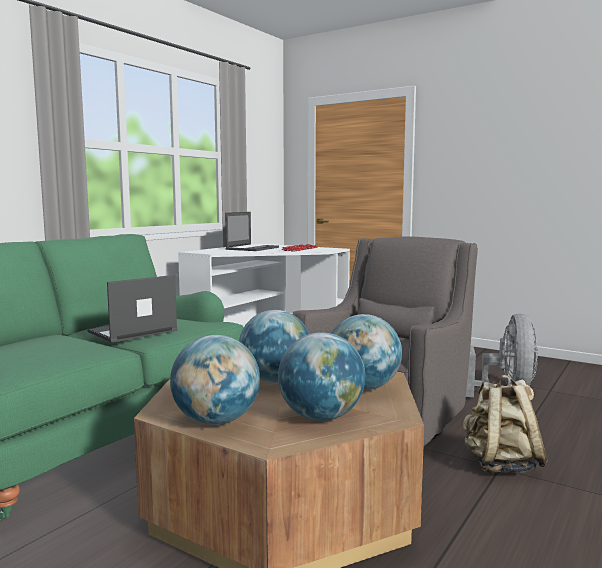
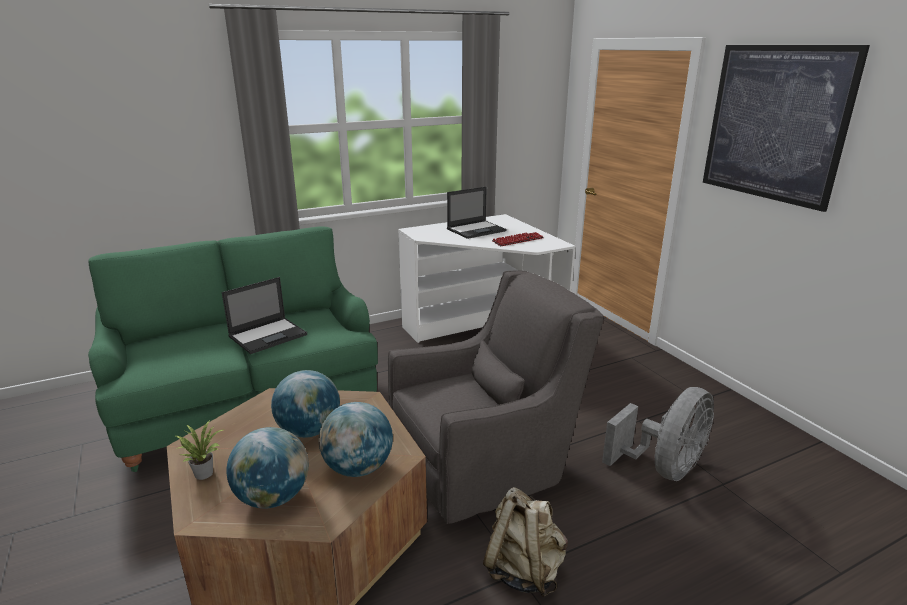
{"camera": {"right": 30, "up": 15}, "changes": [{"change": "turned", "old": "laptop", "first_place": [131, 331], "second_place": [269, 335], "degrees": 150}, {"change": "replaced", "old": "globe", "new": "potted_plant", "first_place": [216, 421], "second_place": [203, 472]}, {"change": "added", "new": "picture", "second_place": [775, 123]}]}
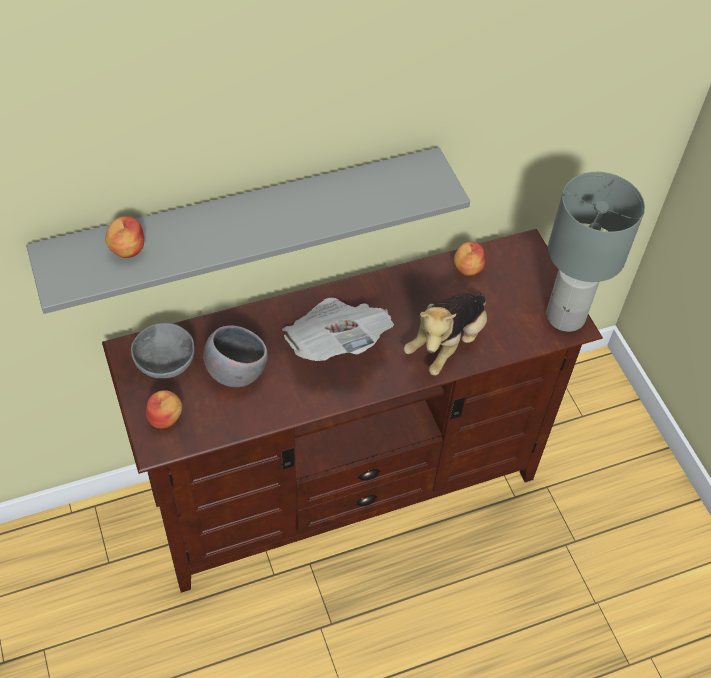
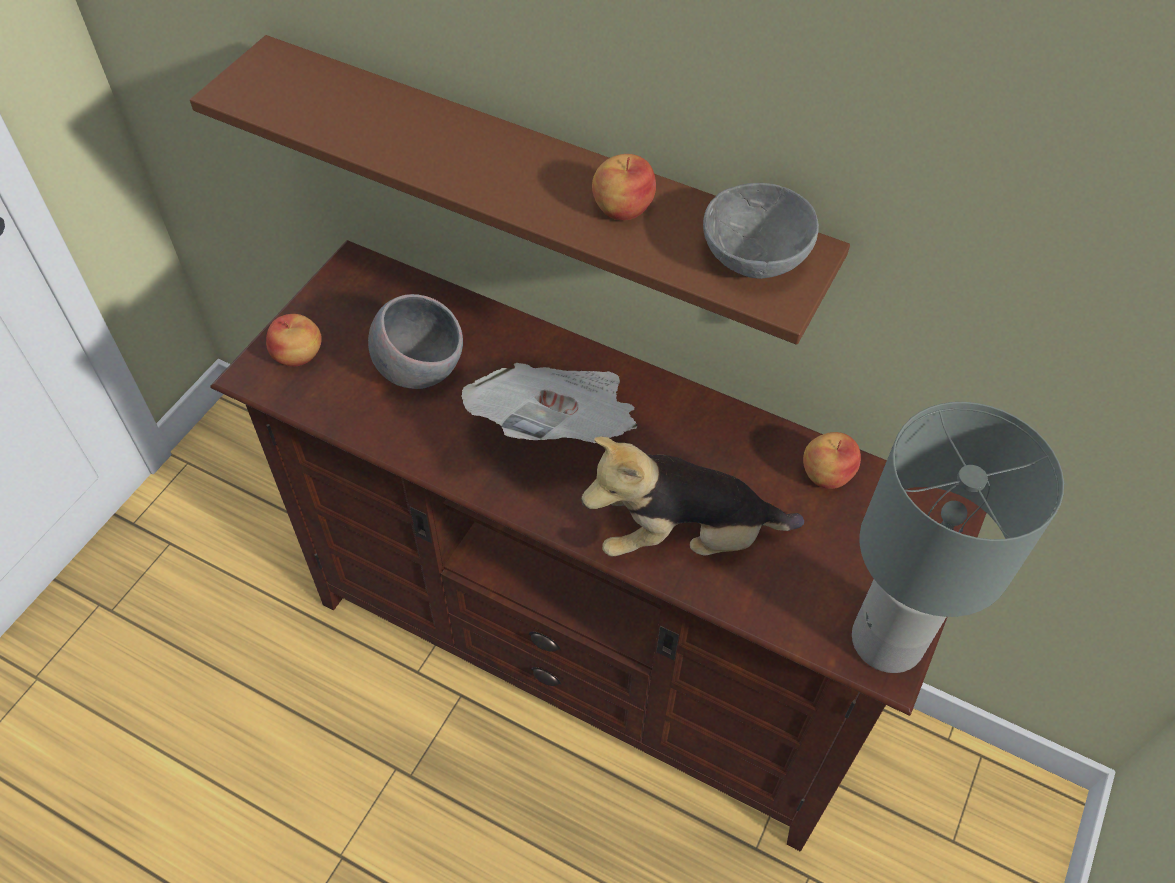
{"camera": {"right": 50, "up": 0}, "changes": [{"change": "recoloured", "old": "grey_shelf", "new": "brown_shelf", "first_place": [244, 223], "second_place": [536, 185]}, {"change": "moved", "old": "apple", "first_place": [127, 249], "second_place": [622, 208]}, {"change": "moved", "old": "grey_bowl", "first_place": [165, 363], "second_place": [753, 257]}]}
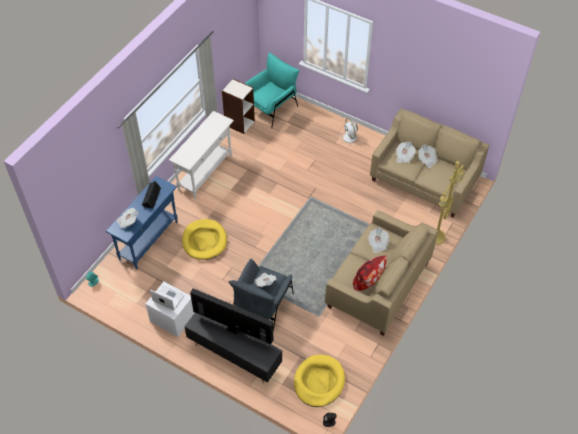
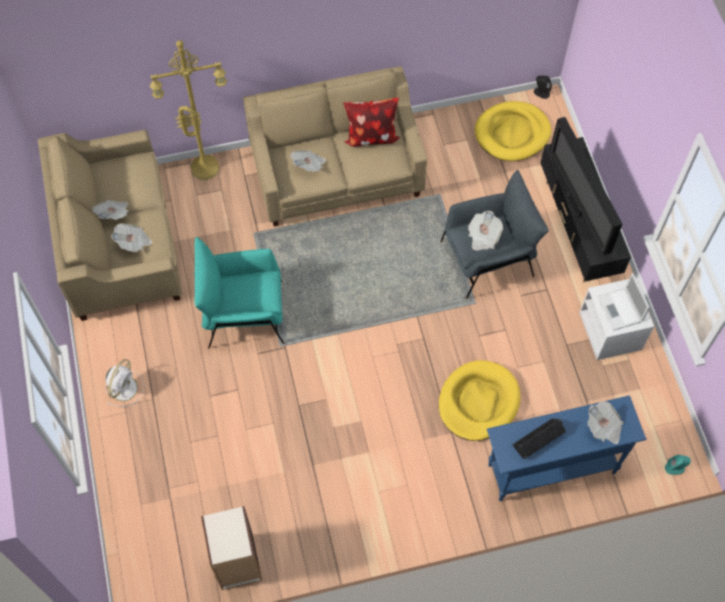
{"camera": {"right": -135, "up": 10}, "changes": [{"change": "moved", "old": "turquoise_armchair", "first_place": [271, 108], "second_place": [244, 314]}, {"change": "removed", "old": "white_console_table", "first_place": [205, 173]}]}
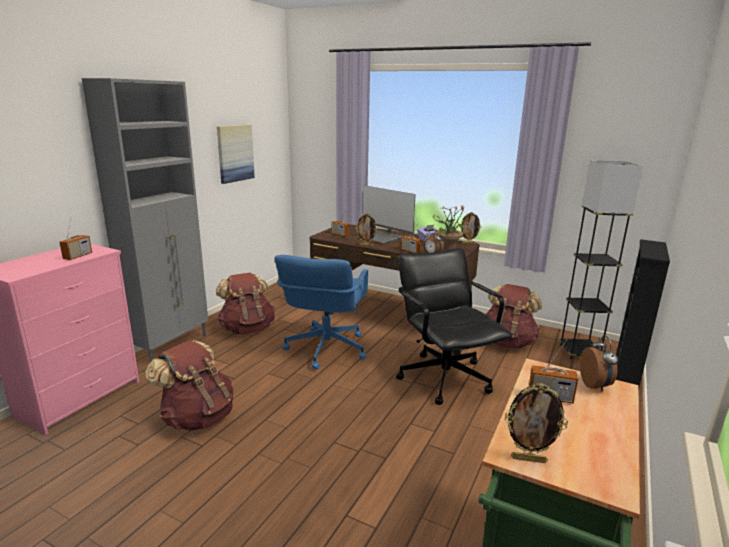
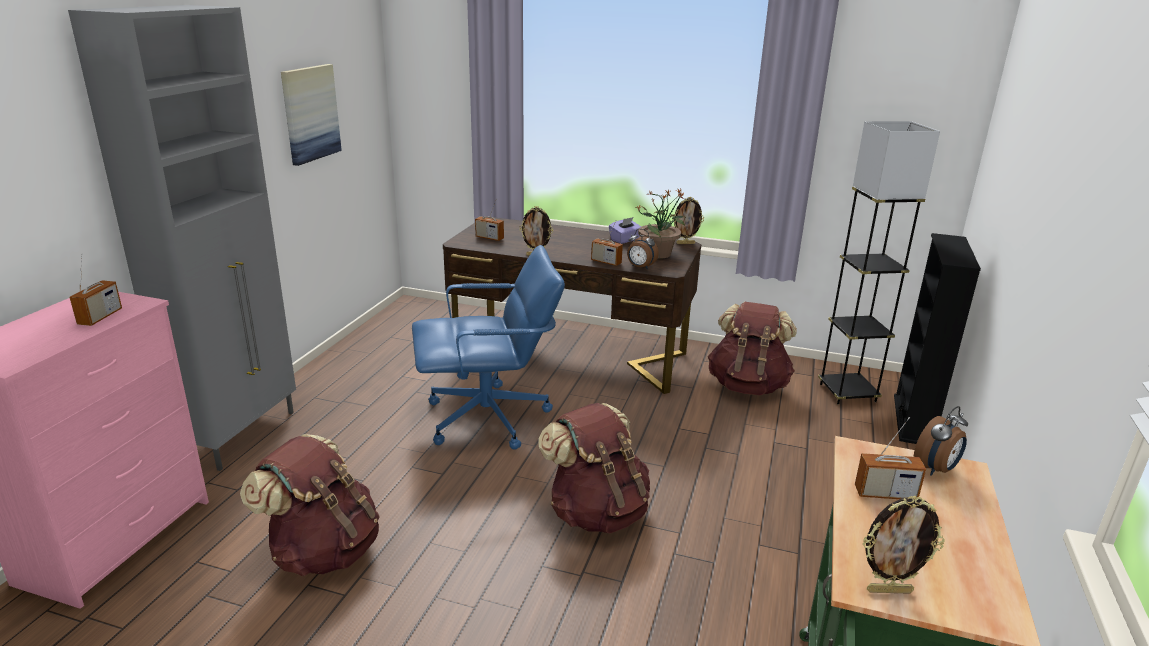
{"camera": {"right": -10, "up": 5}, "changes": [{"change": "removed", "old": "monitor", "first_place": [381, 237]}, {"change": "removed", "old": "black_office_chair", "first_place": [444, 377]}, {"change": "turned", "old": "blue_office_chair", "first_place": [325, 349], "second_place": [489, 419], "degrees": -105}, {"change": "moved", "old": "brown_backpack", "first_place": [247, 329], "second_place": [596, 512]}, {"change": "turned", "old": "alarm_clock", "first_place": [595, 385], "second_place": [936, 469], "degrees": 60}]}
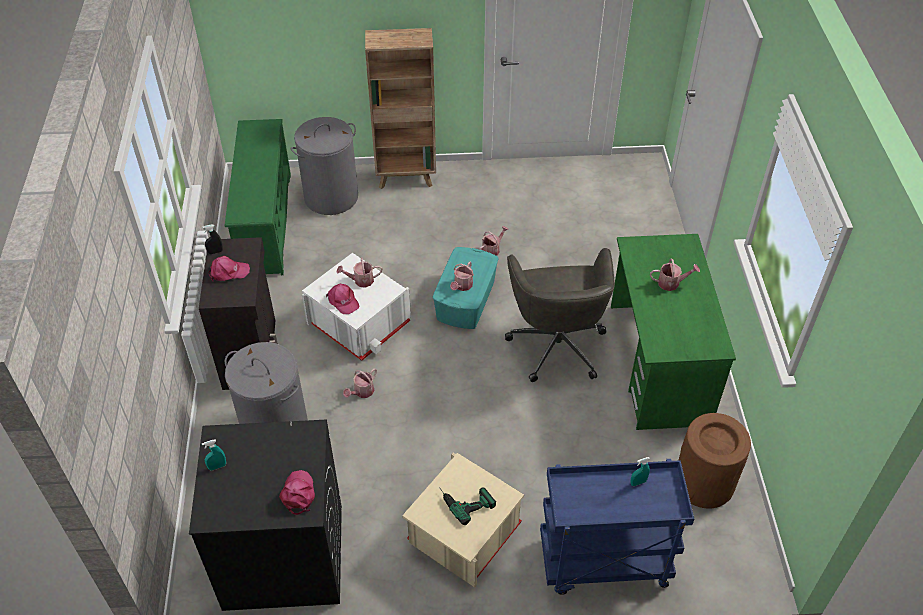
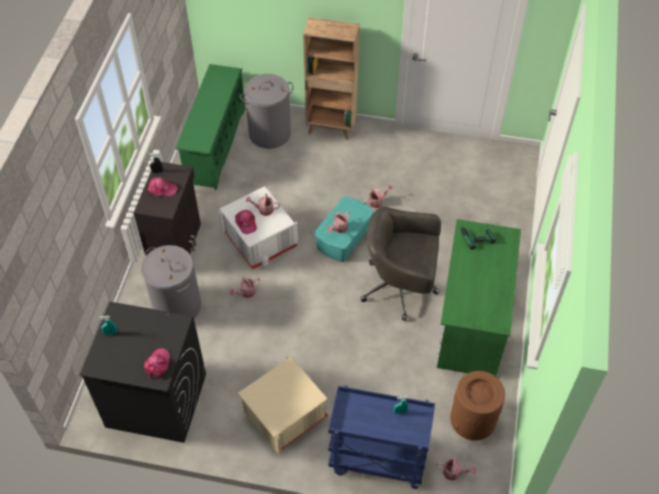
{"camera": {"right": 15, "up": 5}, "changes": [{"change": "turned", "old": "grey_office_chair", "first_place": [557, 343], "second_place": [400, 287], "degrees": 90}, {"change": "moved", "old": "watering_can", "first_place": [671, 283], "second_place": [454, 473]}, {"change": "moved", "old": "power_drill", "first_place": [465, 499], "second_place": [475, 234]}]}
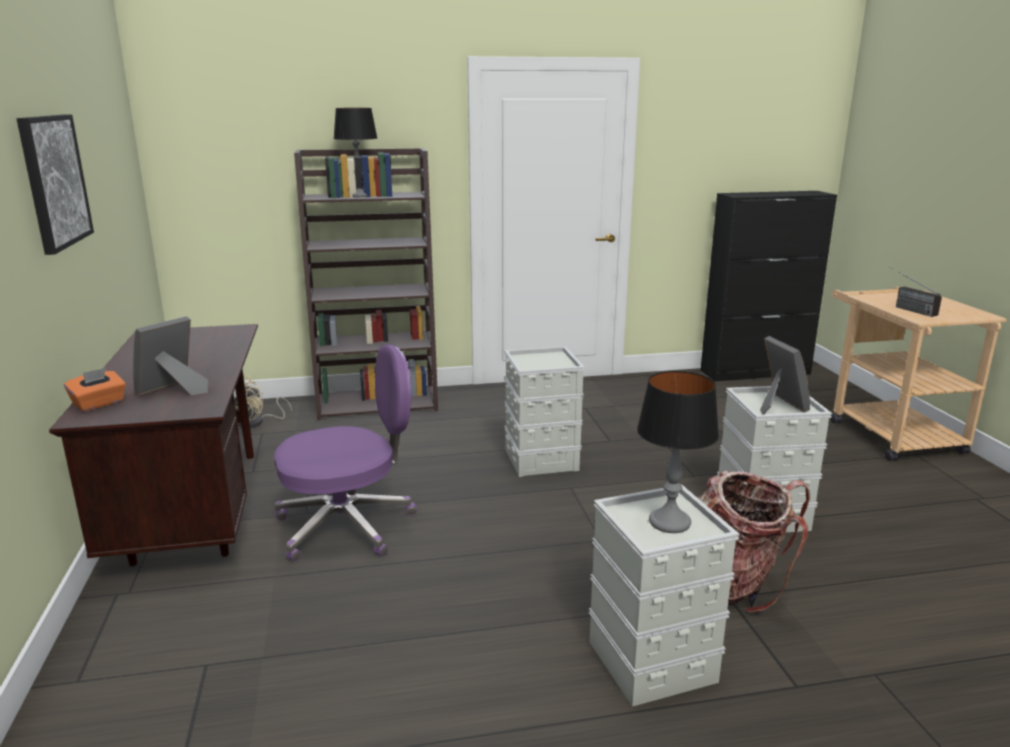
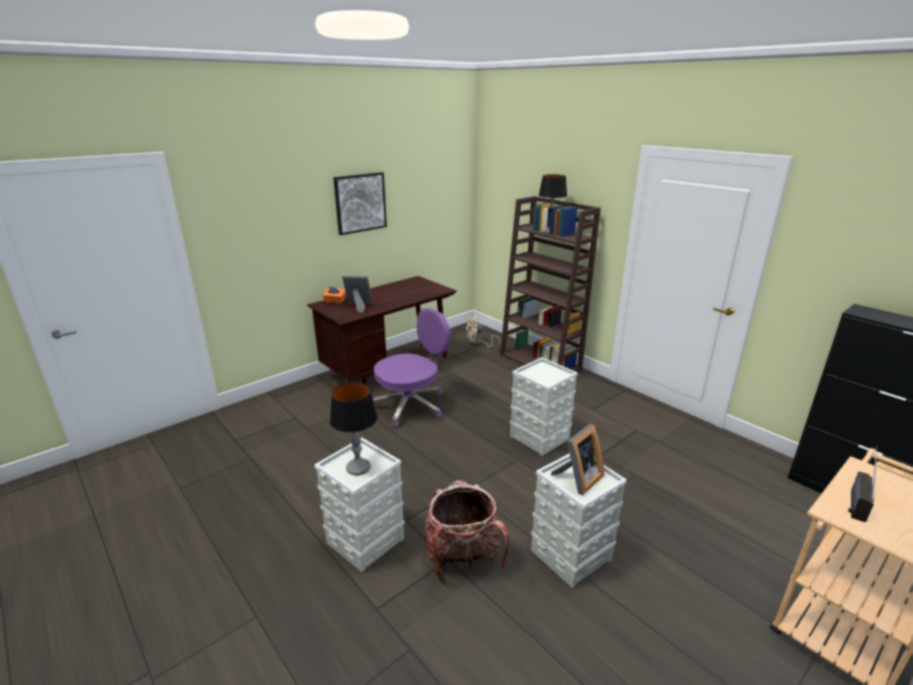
{"camera": {"right": 60, "up": 5}, "changes": [{"change": "turned", "old": "purple_office_chair", "first_place": [348, 525], "second_place": [411, 406], "degrees": -75}]}
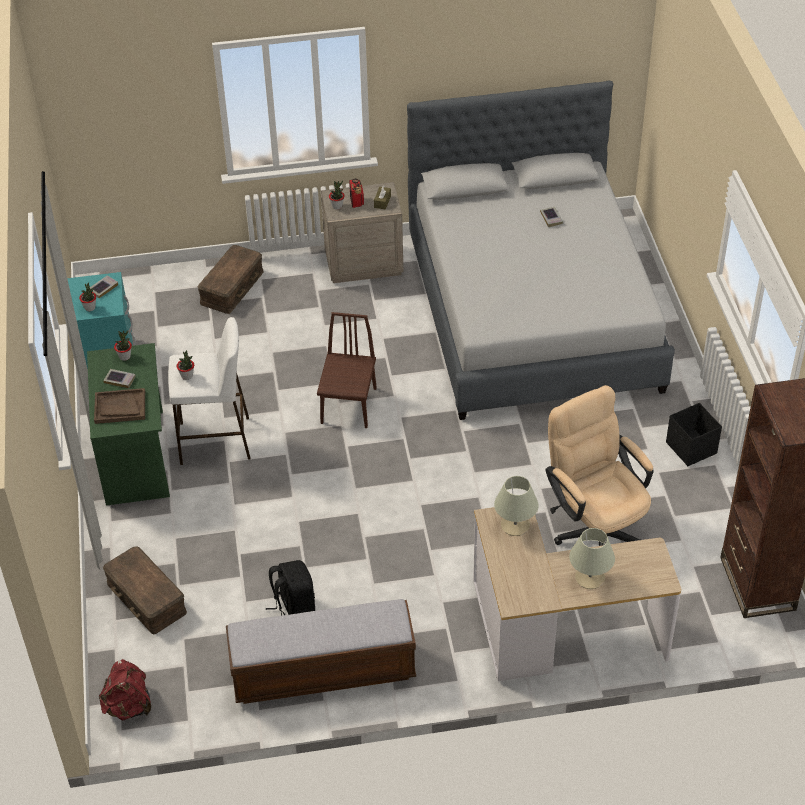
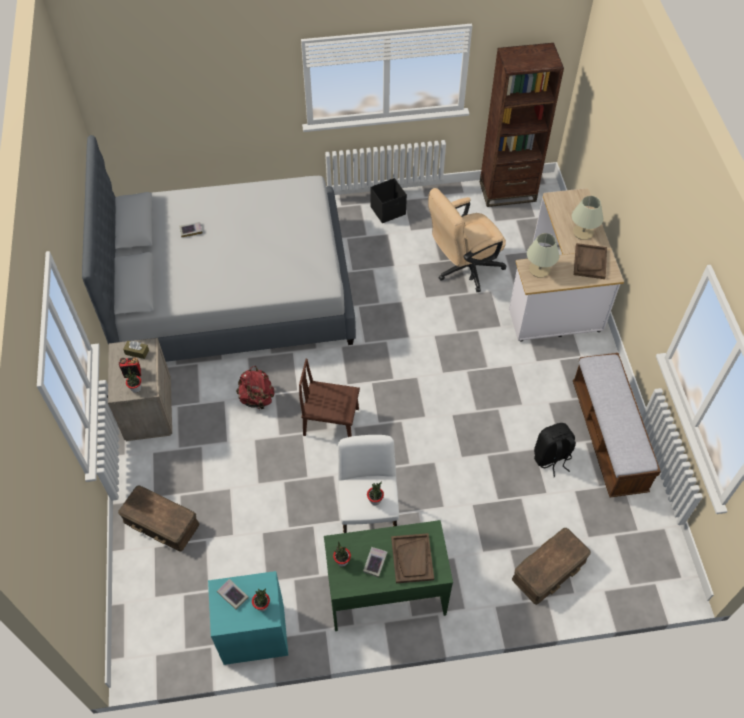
{"camera": {"right": -90, "up": 10}, "changes": [{"change": "moved", "old": "red_backpack", "first_place": [129, 706], "second_place": [257, 398]}, {"change": "added", "new": "brown_tray", "second_place": [589, 262]}]}
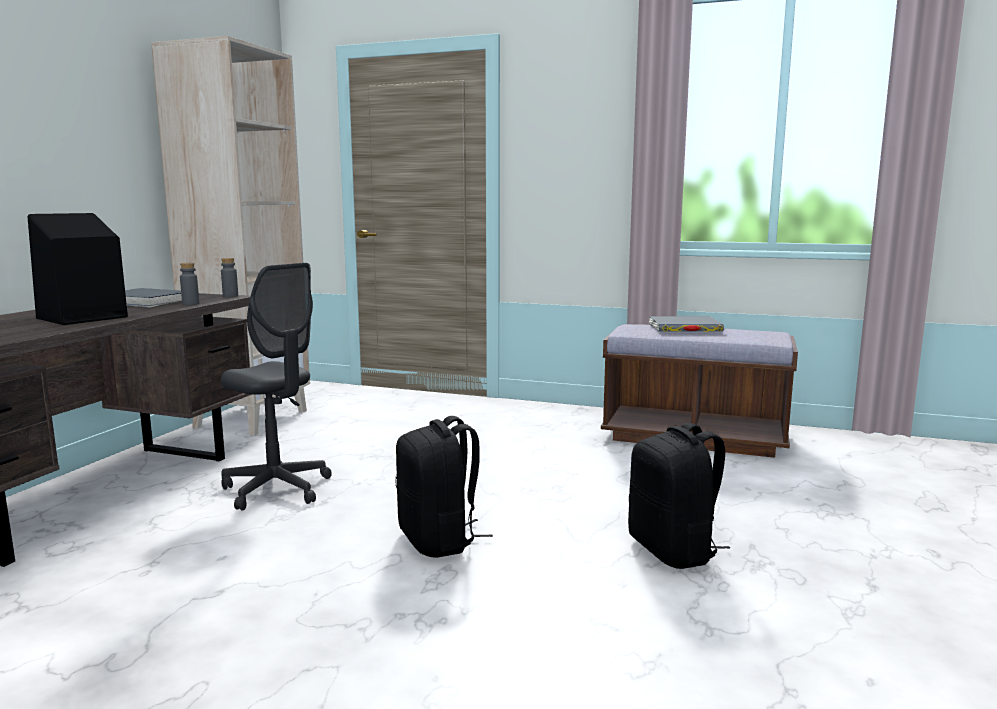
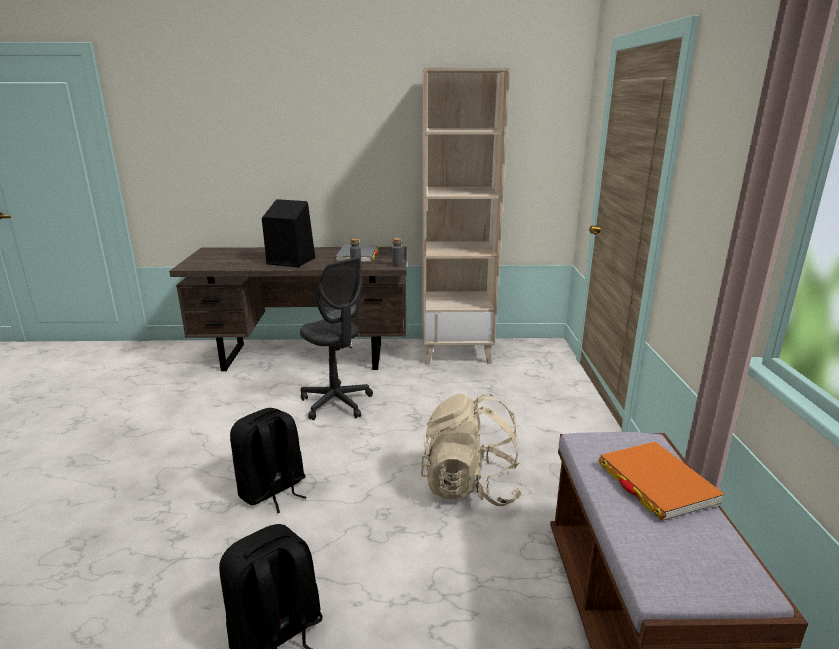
{"camera": {"right": 70, "up": 10}, "changes": [{"change": "turned", "old": "grey_office_chair", "first_place": [277, 489], "second_place": [336, 403], "degrees": -60}, {"change": "recoloured", "old": "grey_book", "new": "orange_book", "first_place": [685, 328], "second_place": [656, 484]}, {"change": "added", "new": "beige_backpack", "second_place": [470, 486]}]}
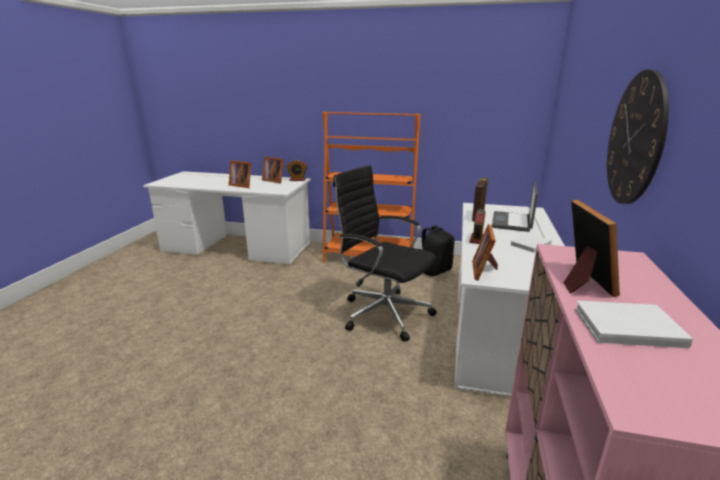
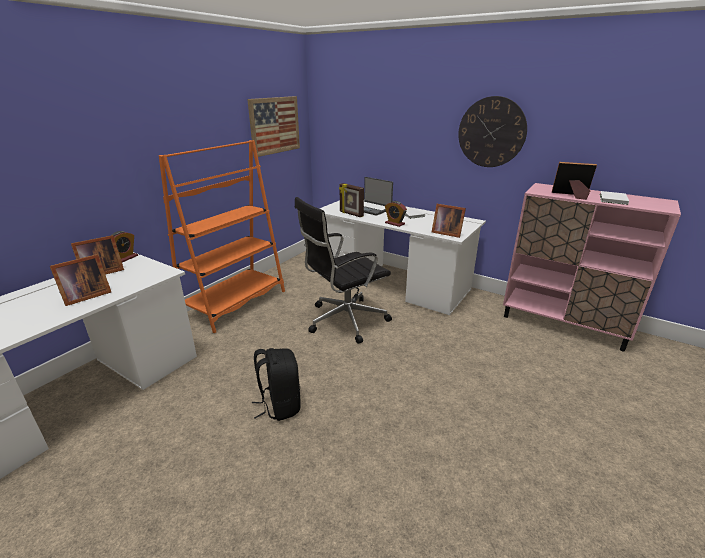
{"camera": {"right": -70, "up": 5}, "changes": [{"change": "moved", "old": "black_backpack", "first_place": [435, 270], "second_place": [280, 405]}, {"change": "added", "new": "picture", "second_place": [275, 125]}]}
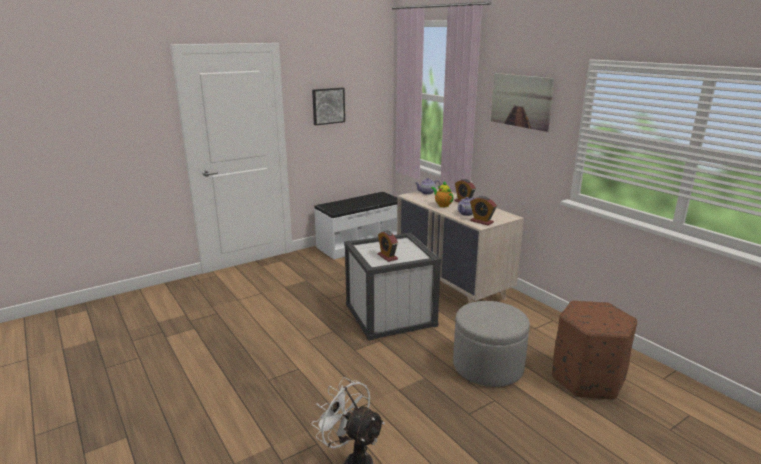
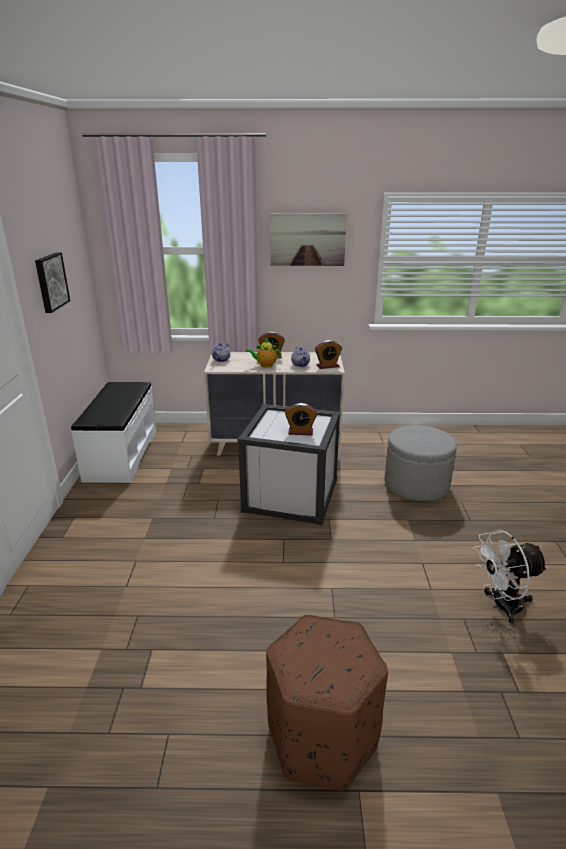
{"camera": {"right": -55, "up": 5}, "changes": [{"change": "moved", "old": "brown_ottoman", "first_place": [587, 379], "second_place": [321, 736]}]}
